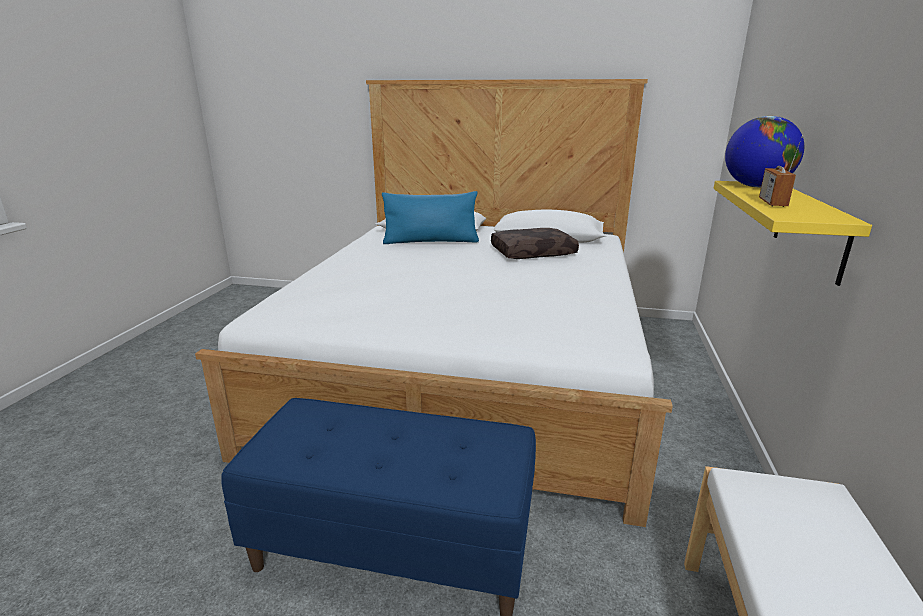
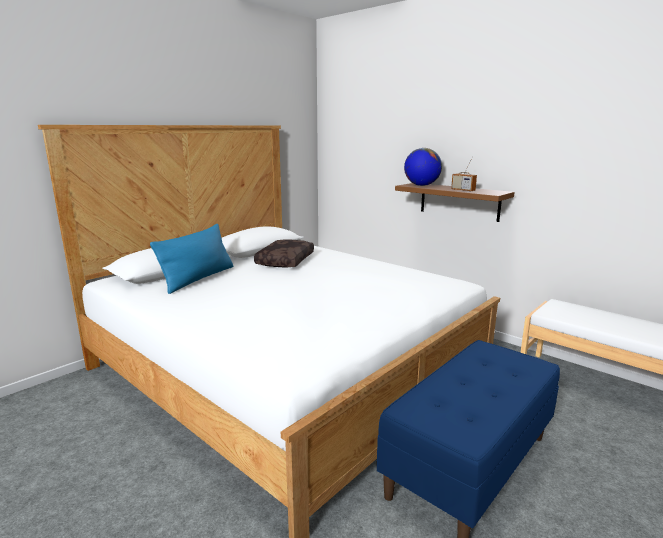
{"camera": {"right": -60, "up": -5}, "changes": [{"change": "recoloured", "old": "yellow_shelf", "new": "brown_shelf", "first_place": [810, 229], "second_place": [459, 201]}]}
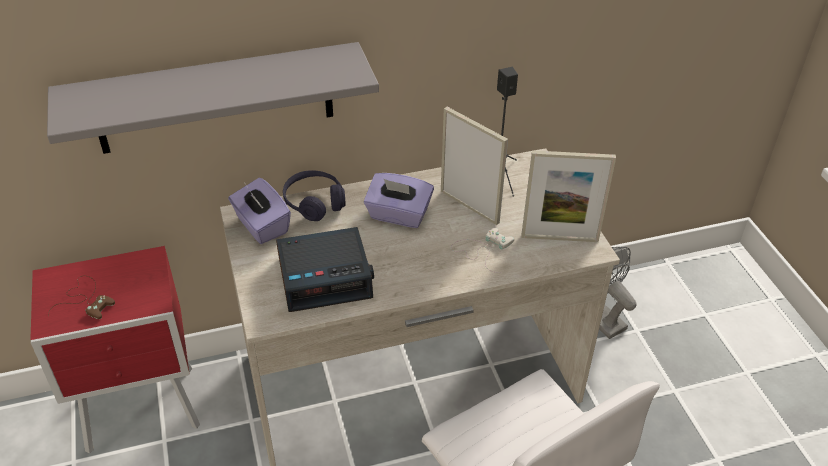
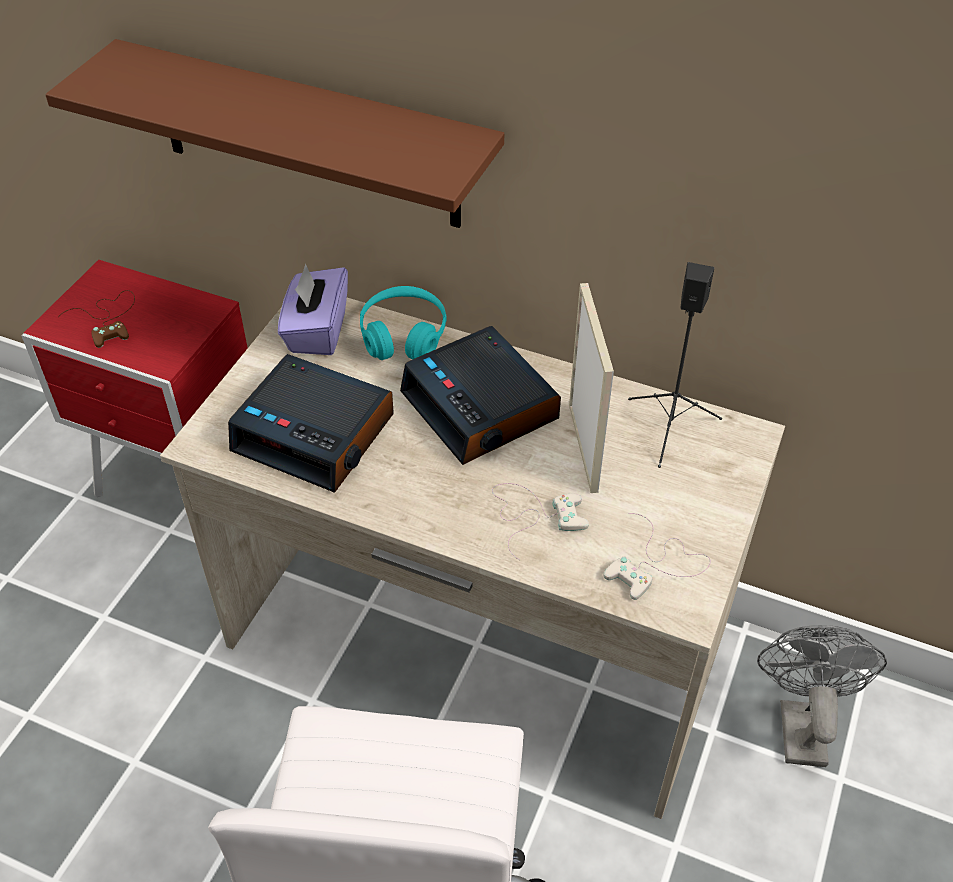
{"camera": {"right": 40, "up": 5}, "changes": [{"change": "recoloured", "old": "grey_shelf", "new": "brown_shelf", "first_place": [215, 99], "second_place": [306, 136]}, {"change": "replaced", "old": "picture_frame", "new": "white_game_controller", "first_place": [559, 238], "second_place": [656, 563]}, {"change": "recoloured", "old": "purple_headphones", "new": "turquoise_headphones", "first_place": [314, 203], "second_place": [403, 335]}, {"change": "replaced", "old": "purple_tissue_box", "new": "alarm_clock", "first_place": [398, 215], "second_place": [481, 407]}]}
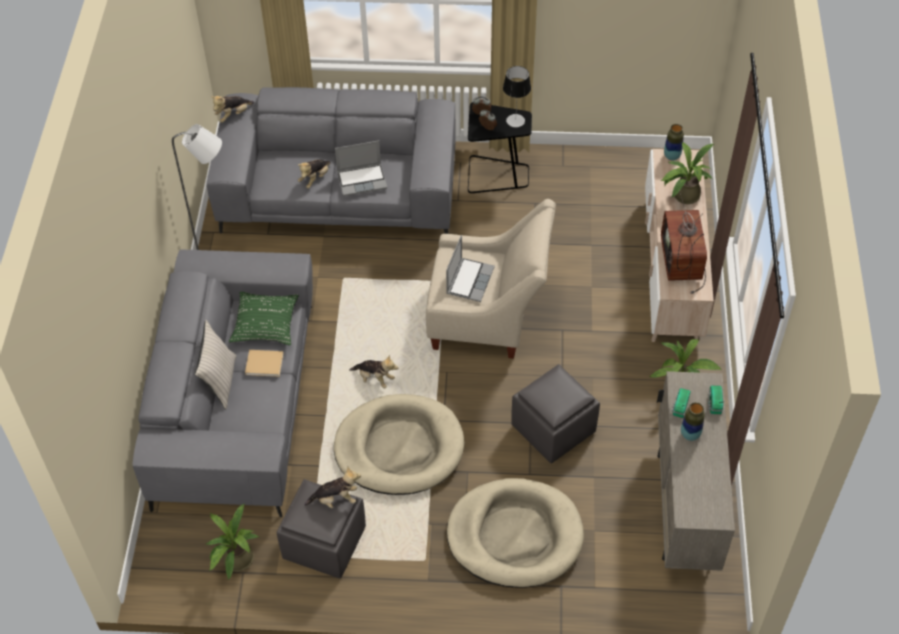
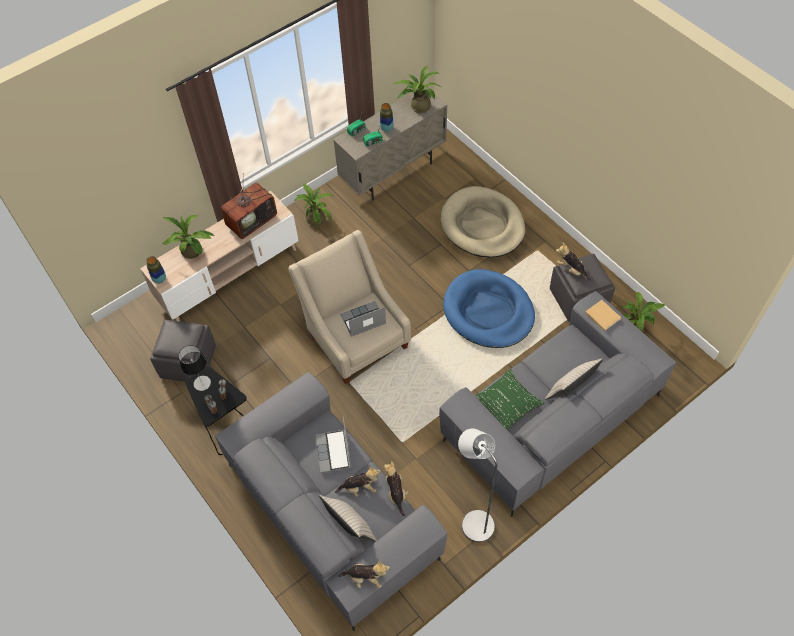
{"camera": {"right": -130, "up": 5}, "changes": [{"change": "turned", "old": "laptop", "first_place": [362, 180], "second_place": [334, 452], "degrees": -135}, {"change": "moved", "old": "beige_book", "first_place": [265, 364], "second_place": [602, 315]}, {"change": "moved", "old": "plush_toy", "first_place": [374, 378], "second_place": [396, 493]}, {"change": "moved", "old": "grey_ottoman", "first_place": [553, 429], "second_place": [189, 361]}, {"change": "recoloured", "old": "beige_dog_bed", "new": "blue_dog_bed", "first_place": [399, 448], "second_place": [488, 311]}, {"change": "added", "new": "potted_plant", "second_place": [418, 106]}, {"change": "added", "new": "beige_pillow", "second_place": [350, 527]}]}
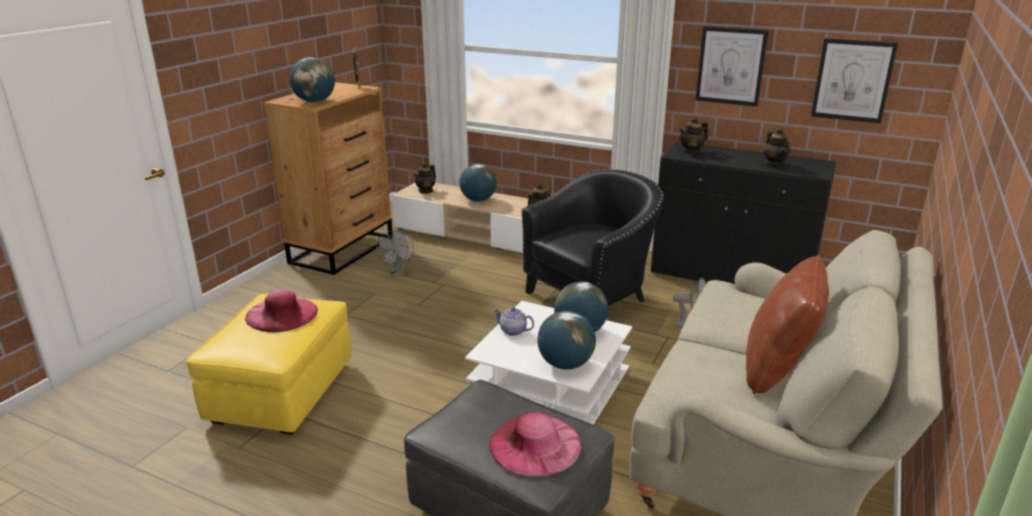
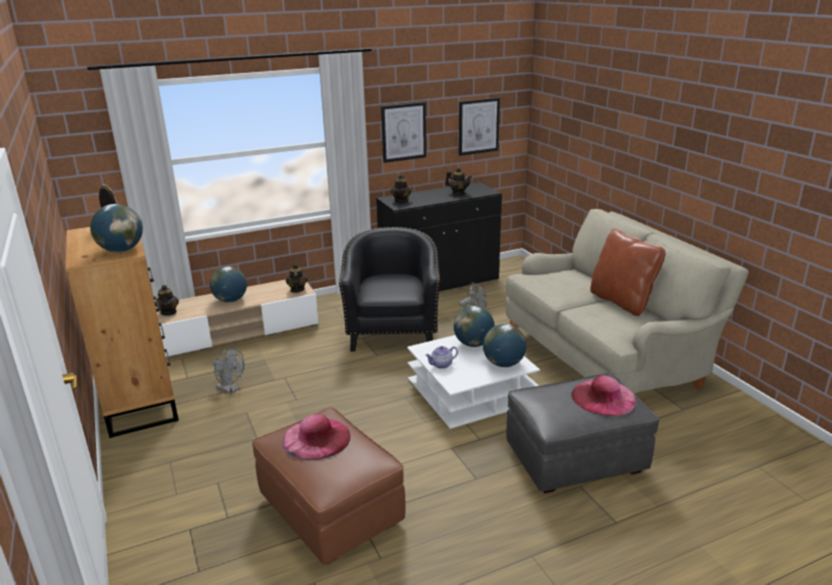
{"camera": {"right": -50, "up": 0}, "changes": [{"change": "recoloured", "old": "yellow_ottoman", "new": "brown_ottoman", "first_place": [281, 393], "second_place": [330, 511]}]}
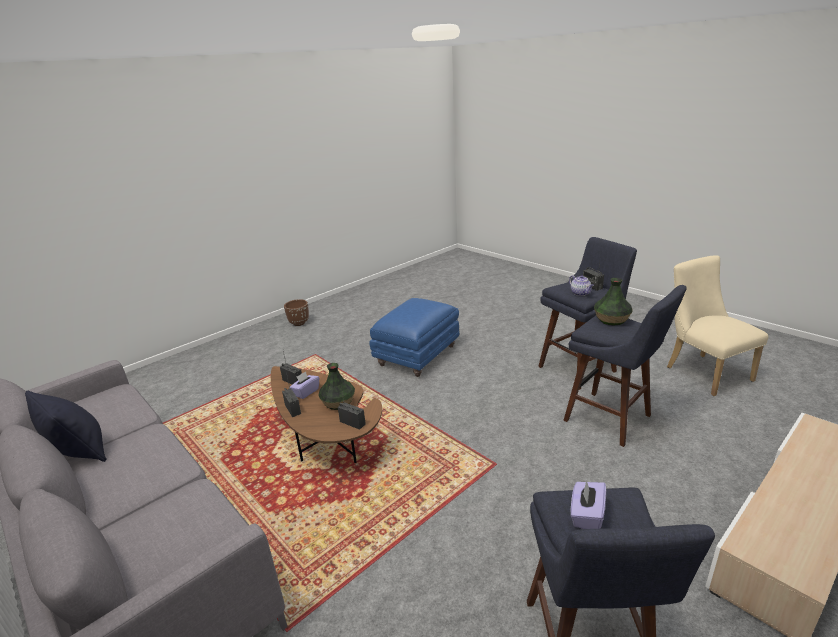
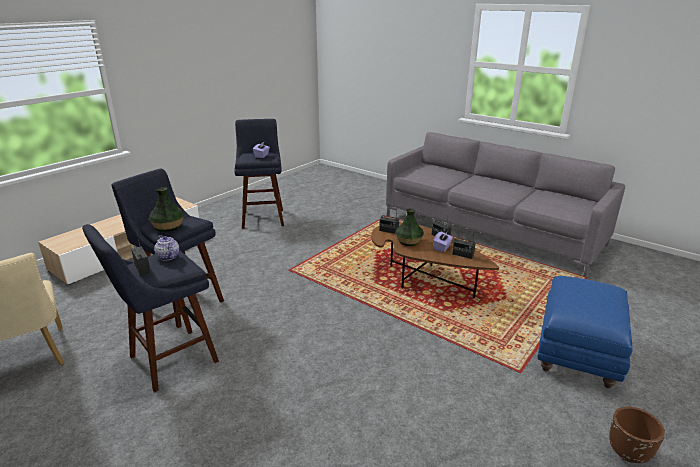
{"camera": {"right": 170, "up": 0}, "changes": [{"change": "moved", "old": "blue_ottoman", "first_place": [417, 355], "second_place": [578, 353]}, {"change": "removed", "old": "black_pillow", "first_place": [79, 452]}]}
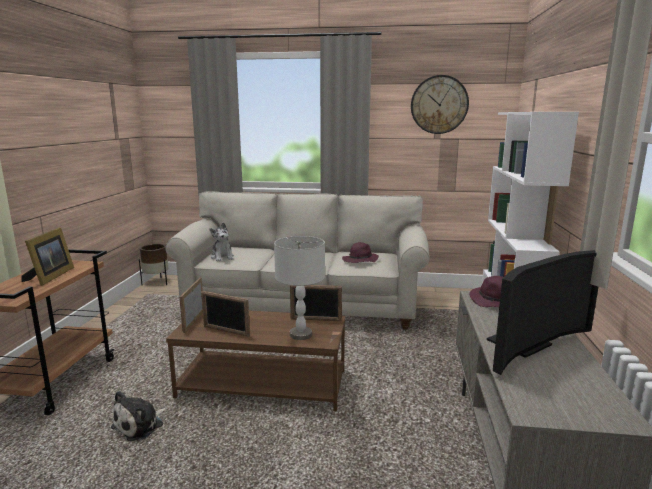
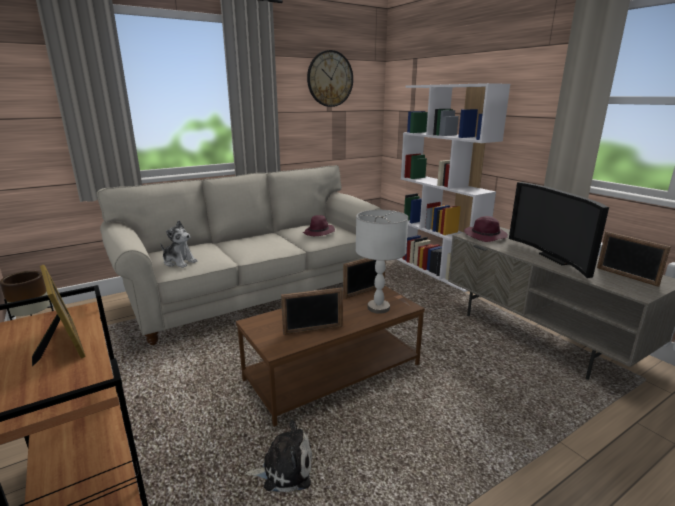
{"camera": {"right": -40, "up": 5}, "changes": [{"change": "turned", "old": "television", "first_place": [526, 346], "second_place": [557, 258], "degrees": 150}, {"change": "moved", "old": "picture_frame", "first_place": [193, 321], "second_place": [626, 276]}, {"change": "turned", "old": "plush_toy", "first_place": [141, 425], "second_place": [284, 469], "degrees": -90}]}
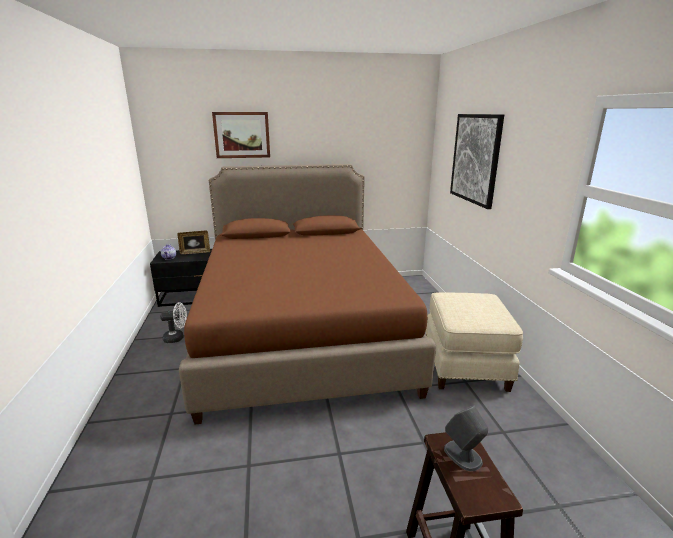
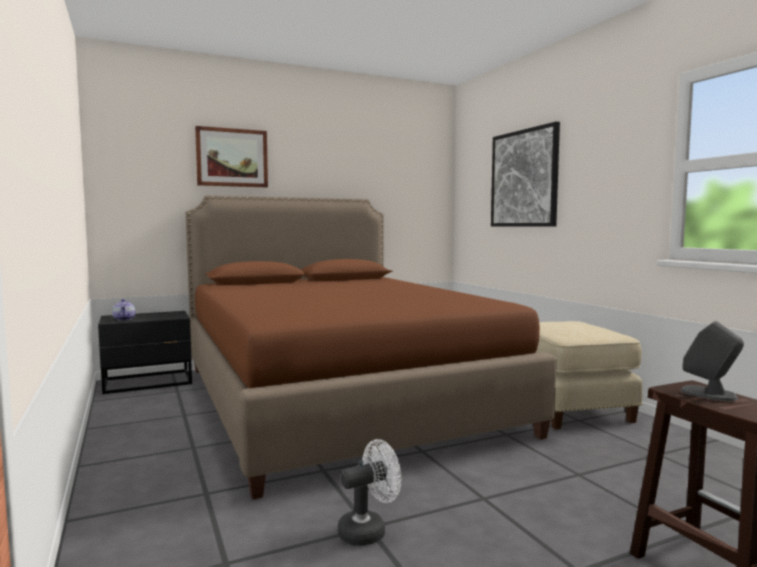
{"camera": {"right": -15, "up": -15}, "changes": [{"change": "removed", "old": "picture_frame", "first_place": [195, 252]}, {"change": "moved", "old": "white_fan", "first_place": [177, 338], "second_place": [369, 530]}]}
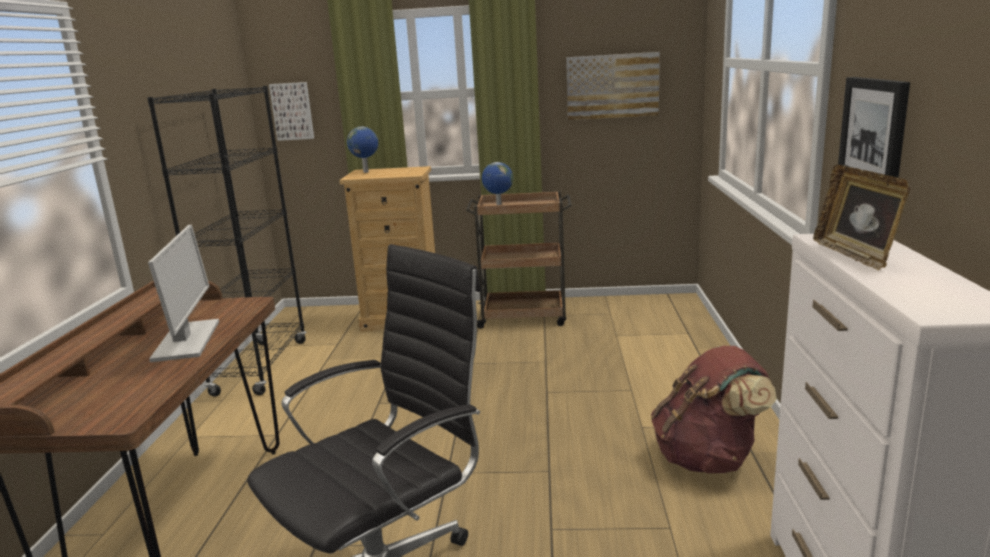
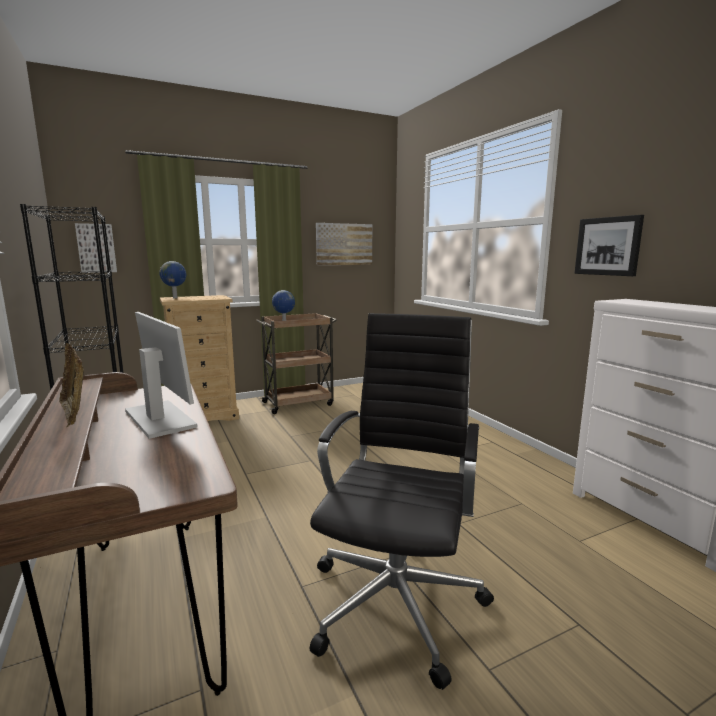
{"camera": {"right": -30, "up": -5}, "changes": [{"change": "moved", "old": "picture_frame", "first_place": [855, 255], "second_place": [75, 413]}, {"change": "removed", "old": "brown_backpack", "first_place": [708, 459]}]}
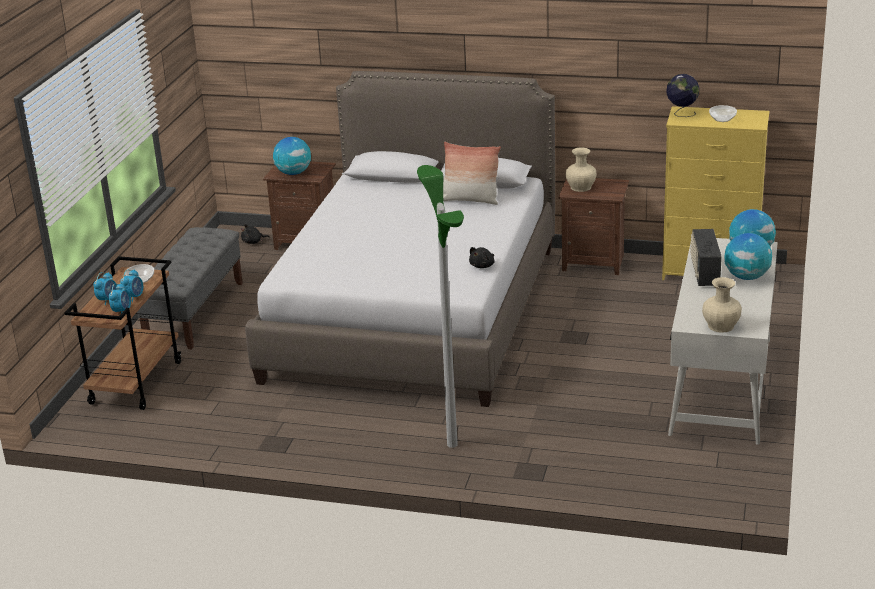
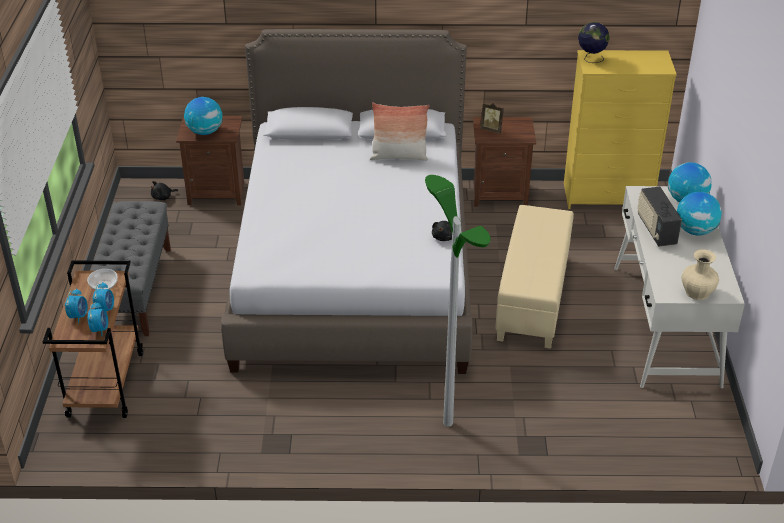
{"camera": {"right": -15, "up": 10}, "changes": [{"change": "removed", "old": "bowl", "first_place": [722, 119]}, {"change": "replaced", "old": "beige_vase", "new": "picture_frame", "first_place": [581, 187], "second_place": [492, 129]}, {"change": "added", "new": "beige_ottoman", "second_place": [532, 297]}]}
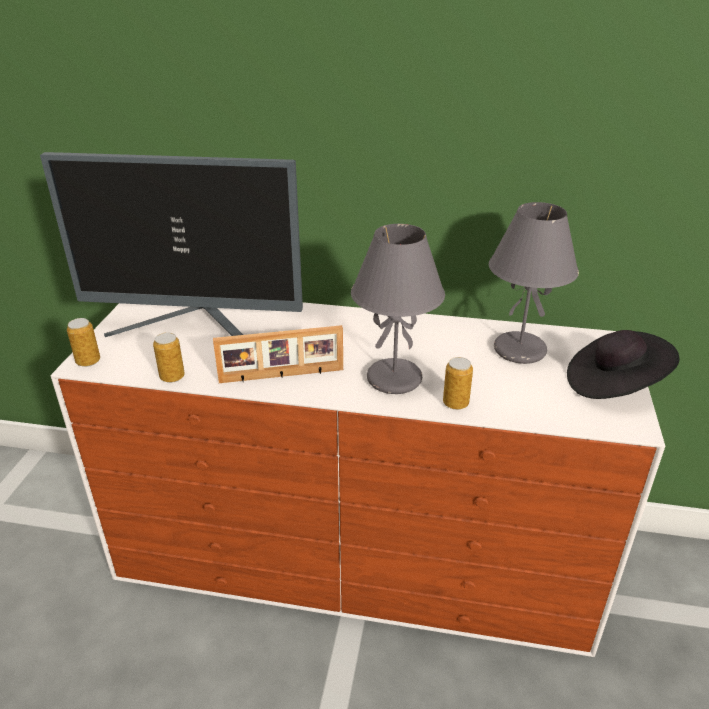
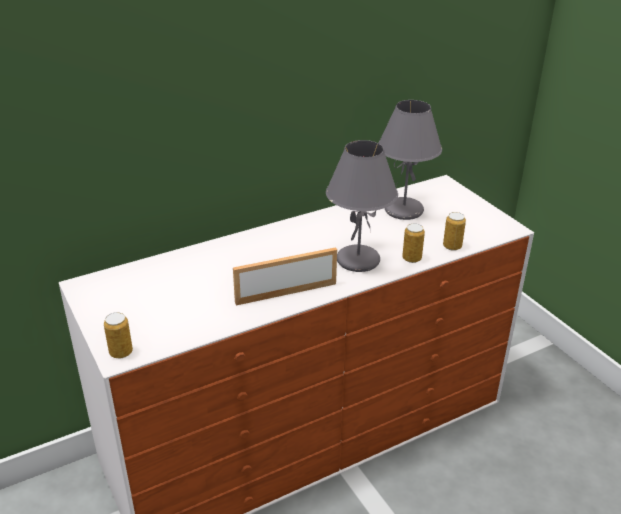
{"camera": {"right": -40, "up": 0}, "changes": [{"change": "removed", "old": "monitor", "first_place": [195, 327]}, {"change": "turned", "old": "picture_frame", "first_place": [281, 376], "second_place": [285, 292], "degrees": -150}, {"change": "removed", "old": "black_hat", "first_place": [613, 385]}, {"change": "moved", "old": "can", "first_place": [172, 377], "second_place": [452, 246]}]}
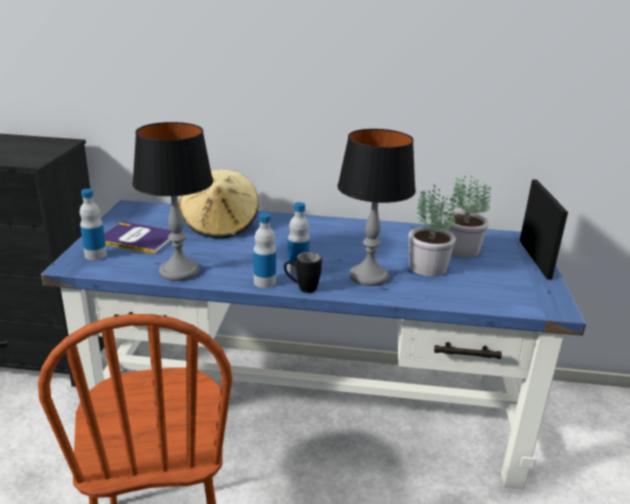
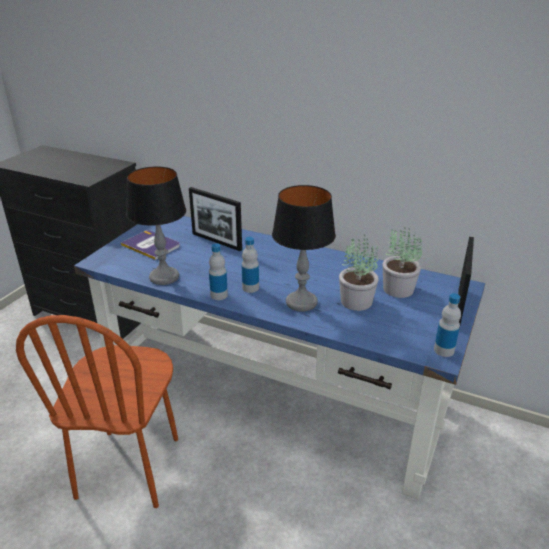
{"camera": {"right": 20, "up": 5}, "changes": [{"change": "replaced", "old": "beige_hat", "new": "picture_frame", "first_place": [220, 225], "second_place": [216, 241]}, {"change": "moved", "old": "bottle", "first_place": [95, 255], "second_place": [444, 350]}, {"change": "removed", "old": "black_mug", "first_place": [301, 288]}]}
